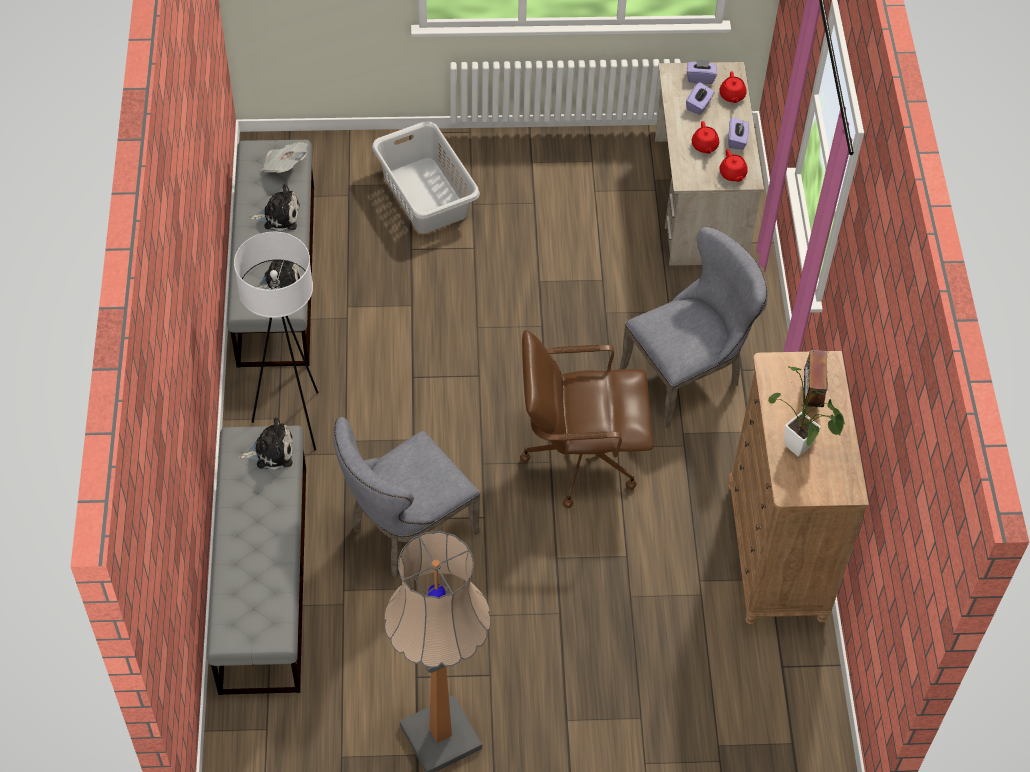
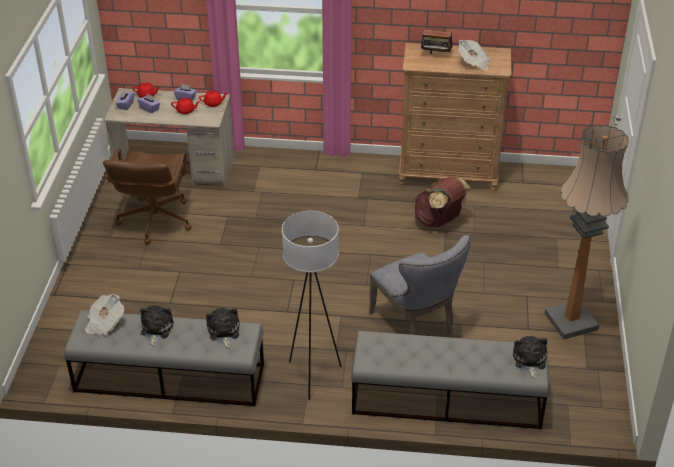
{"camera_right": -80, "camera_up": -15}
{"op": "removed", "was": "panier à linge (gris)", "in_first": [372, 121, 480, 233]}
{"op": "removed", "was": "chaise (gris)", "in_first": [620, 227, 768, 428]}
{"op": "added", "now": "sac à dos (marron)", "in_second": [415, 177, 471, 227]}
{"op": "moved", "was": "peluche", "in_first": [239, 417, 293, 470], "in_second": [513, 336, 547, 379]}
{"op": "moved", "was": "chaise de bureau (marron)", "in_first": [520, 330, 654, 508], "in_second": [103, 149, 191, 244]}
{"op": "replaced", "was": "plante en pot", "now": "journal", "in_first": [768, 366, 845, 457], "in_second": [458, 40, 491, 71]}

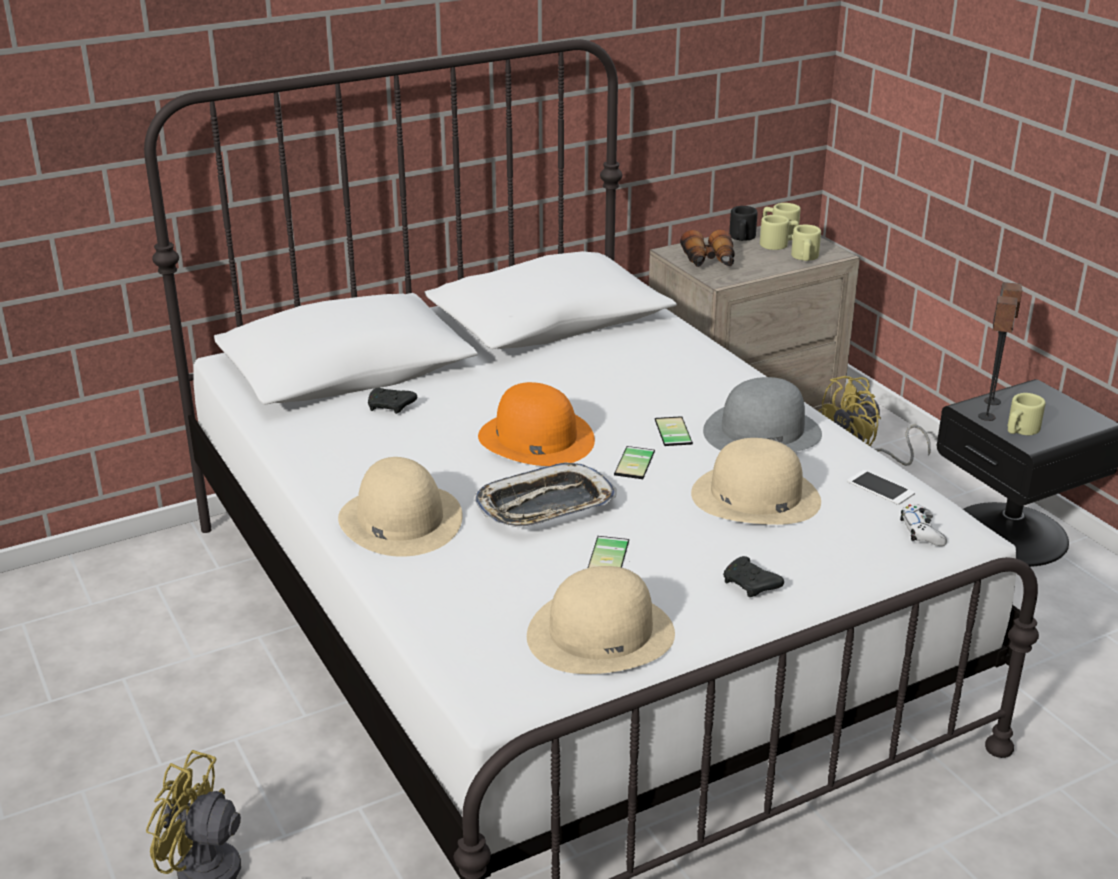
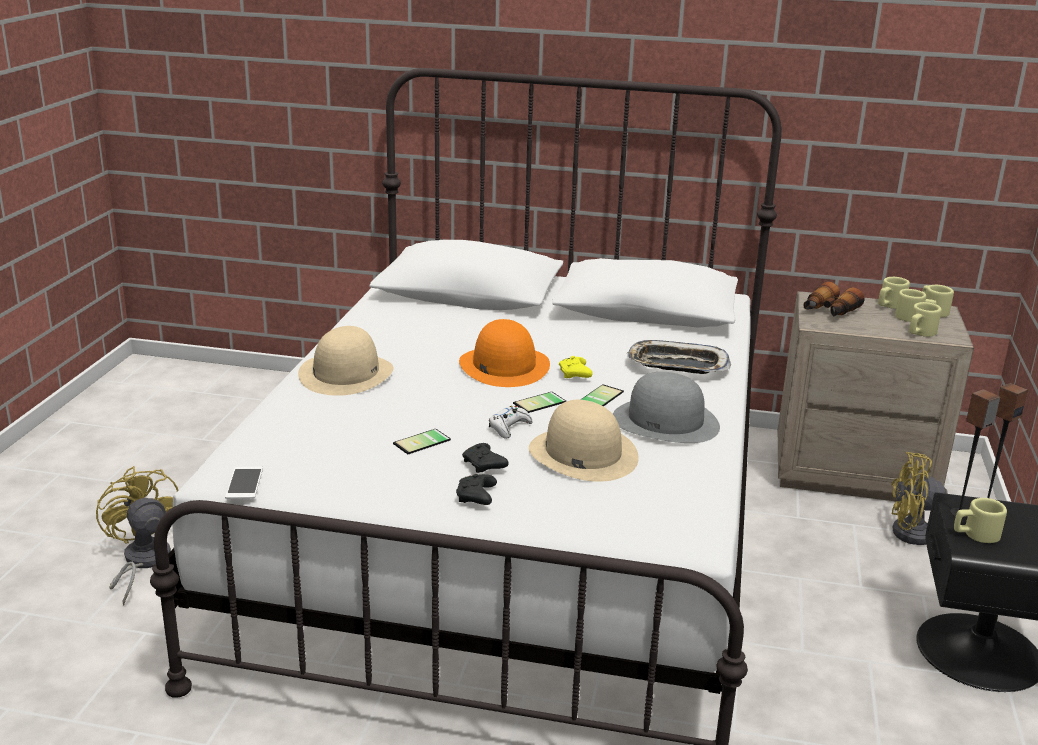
{"camera_right": 40, "camera_up": -5}
{"op": "removed", "was": "chapeau (beige)", "in_first": [527, 566, 675, 674]}
{"op": "added", "now": "manette (jaune)", "in_second": [559, 356, 593, 378]}
{"op": "moved", "was": "manette (noir)", "in_first": [368, 388, 417, 414], "in_second": [462, 443, 509, 473]}
{"op": "moved", "was": "plateau", "in_first": [474, 462, 616, 528], "in_second": [627, 340, 731, 374]}
{"op": "moved", "was": "téléphone", "in_first": [847, 470, 915, 505], "in_second": [225, 467, 263, 499]}
{"op": "moved", "was": "manette (blanc)", "in_first": [900, 504, 947, 546], "in_second": [489, 406, 532, 439]}
{"op": "recoloured", "was": "mug (noir)", "now": "mug (beige)", "in_first": [729, 206, 757, 241], "in_second": [878, 277, 910, 309]}

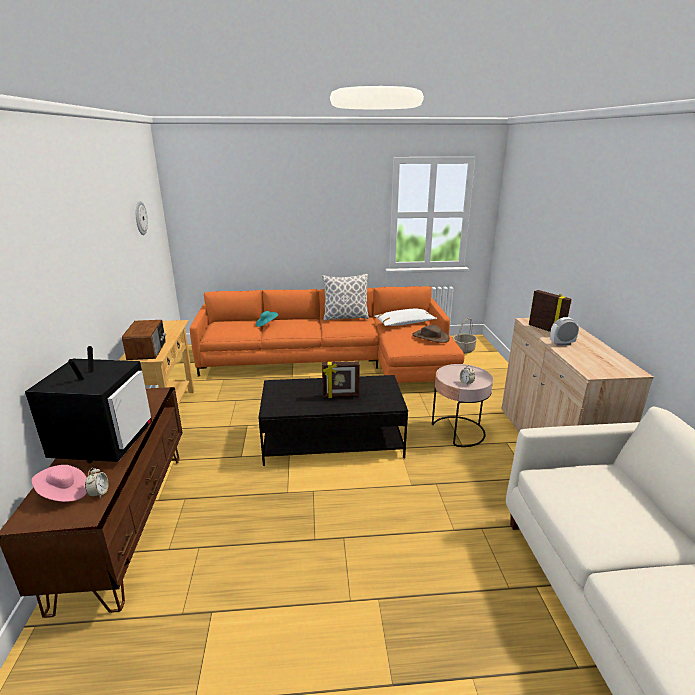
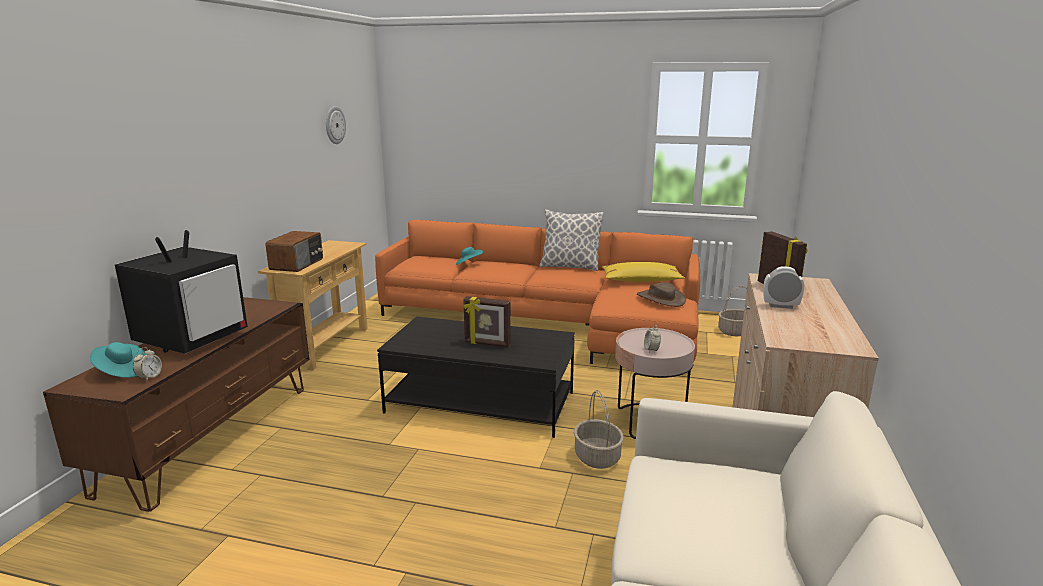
{"camera_right": 20, "camera_up": -5}
{"op": "added", "now": "panier", "in_second": [574, 390, 624, 469]}
{"op": "recoloured", "was": "chapeau (rose)", "now": "chapeau (turquoise)", "in_first": [32, 465, 87, 502], "in_second": [90, 342, 147, 378]}
{"op": "recoloured", "was": "coussin (blanc)", "now": "coussin (jaune)", "in_first": [375, 309, 437, 326], "in_second": [602, 262, 685, 282]}

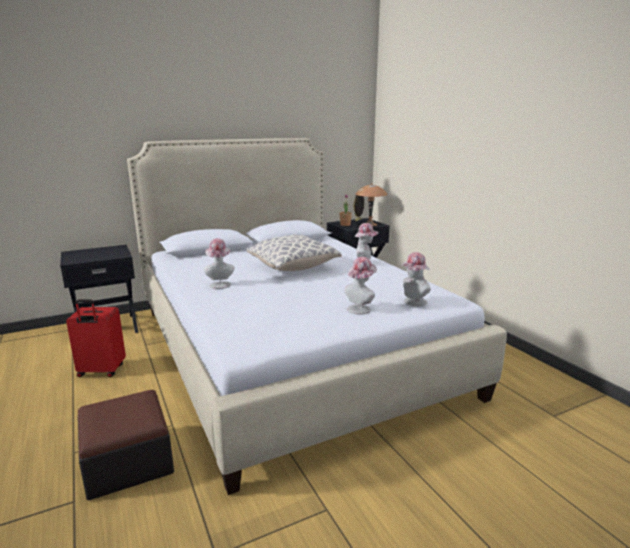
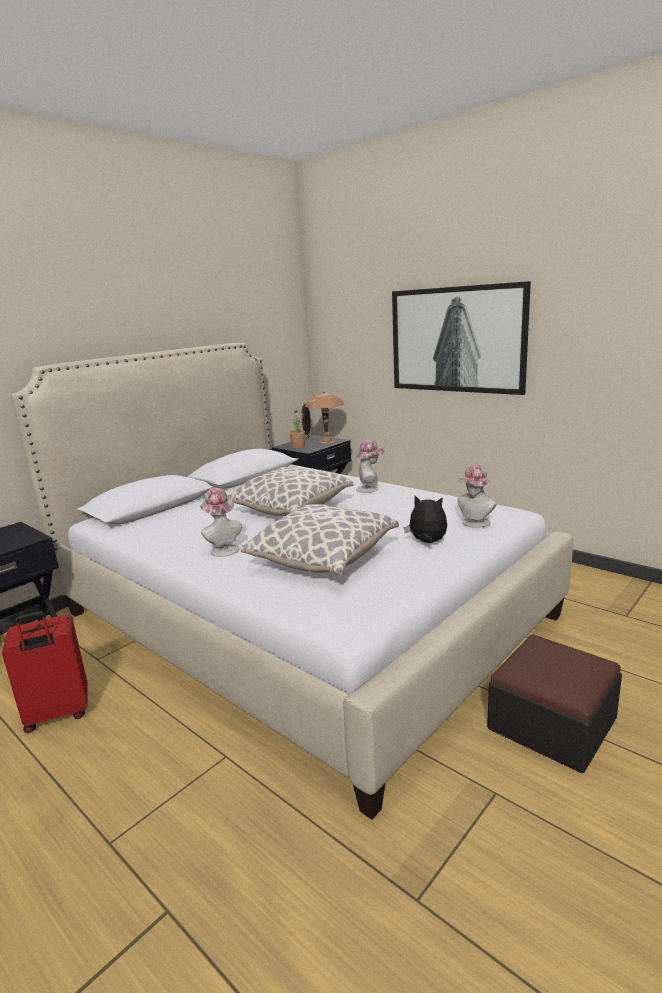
{"camera_right": -20, "camera_up": 0}
{"op": "added", "now": "coussin", "in_second": [240, 504, 399, 575]}
{"op": "added", "now": "tableau", "in_second": [392, 281, 531, 395]}
{"op": "moved", "was": "pouf", "in_first": [78, 390, 174, 500], "in_second": [487, 635, 622, 773]}
{"op": "replaced", "was": "chapeau", "now": "peluche", "in_first": [344, 257, 377, 314], "in_second": [404, 496, 447, 543]}

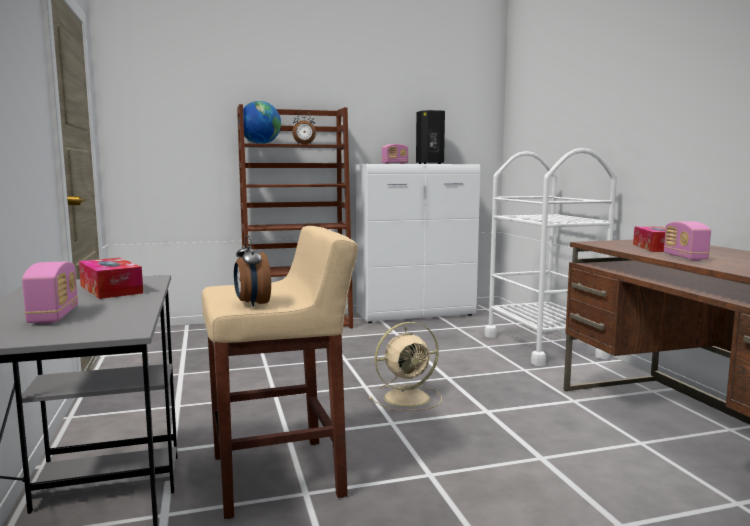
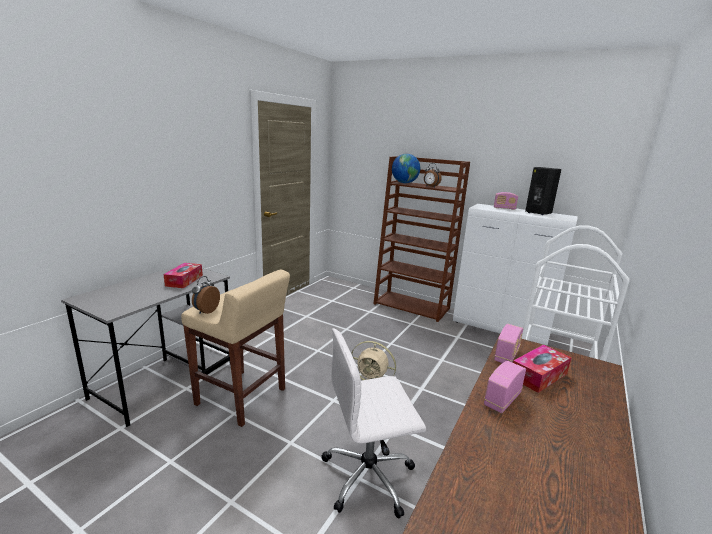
{"camera_right": 45, "camera_up": 10}
{"op": "added", "now": "chaise de bureau (blanc)", "in_second": [321, 328, 426, 519]}
{"op": "moved", "was": "radio", "in_first": [22, 262, 78, 324], "in_second": [494, 324, 523, 363]}

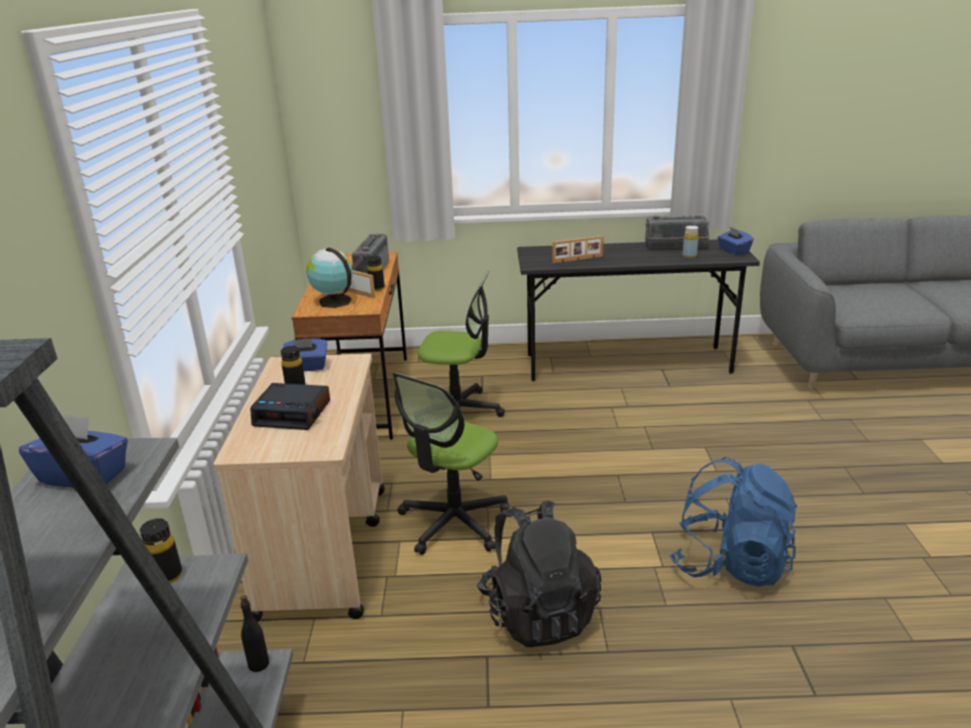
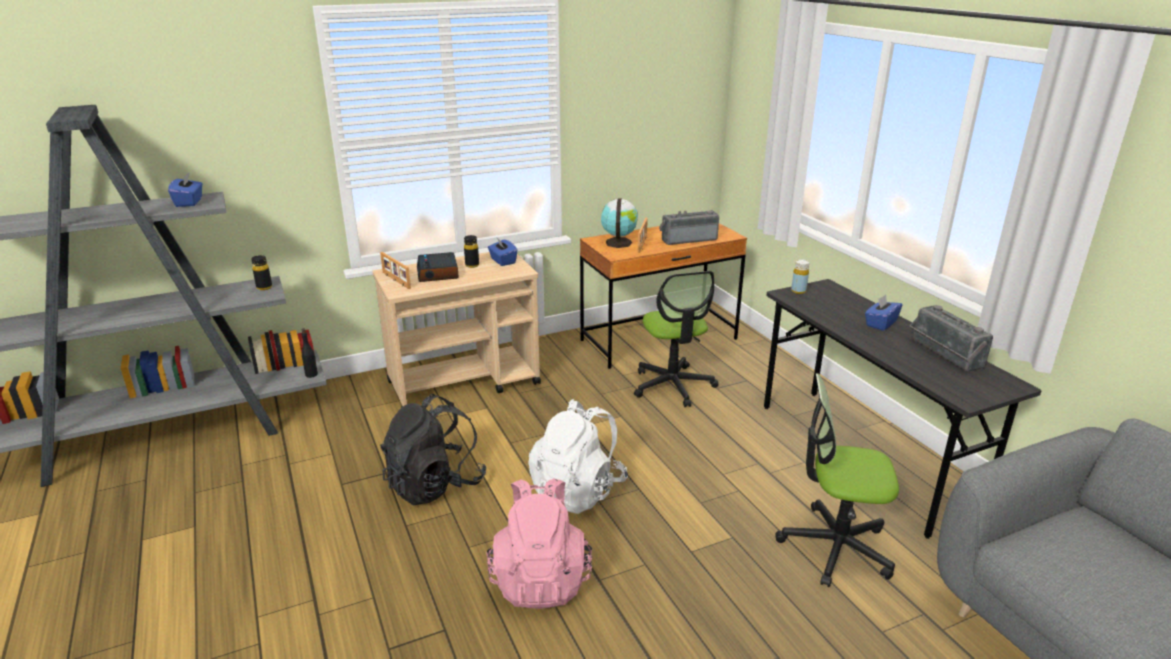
{"camera_right": 65, "camera_up": 0}
{"op": "removed", "was": "bouteille (noir)", "in_first": [367, 256, 385, 291]}
{"op": "added", "now": "sac à dos (blanc)", "in_second": [528, 399, 628, 514]}
{"op": "moved", "was": "chaise de bureau", "in_first": [393, 373, 509, 555], "in_second": [775, 373, 899, 587]}
{"op": "moved", "was": "cadre photo", "in_first": [552, 236, 604, 263], "in_second": [380, 252, 411, 289]}
{"op": "moved", "was": "bouteille (jaune)", "in_first": [682, 225, 698, 258], "in_second": [791, 259, 809, 294]}
{"op": "moved", "was": "boîte à mouchoirs (bleu)", "in_first": [717, 227, 754, 256], "in_second": [865, 295, 902, 331]}
{"op": "recoloured", "was": "sac à dos (bleu)", "now": "sac à dos (rose)", "in_first": [670, 457, 797, 587], "in_second": [486, 478, 592, 609]}

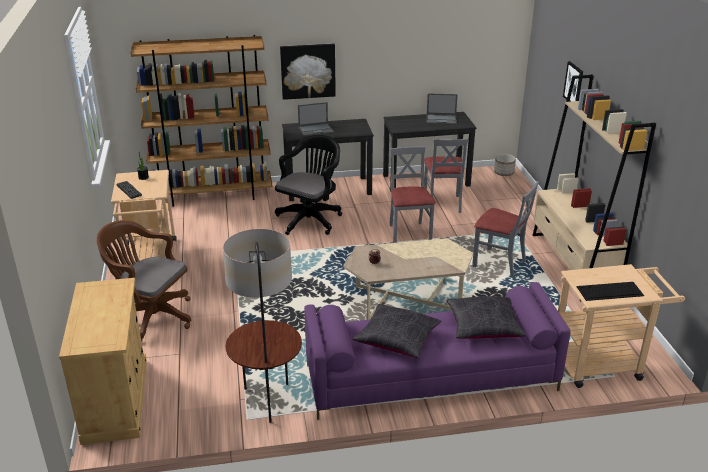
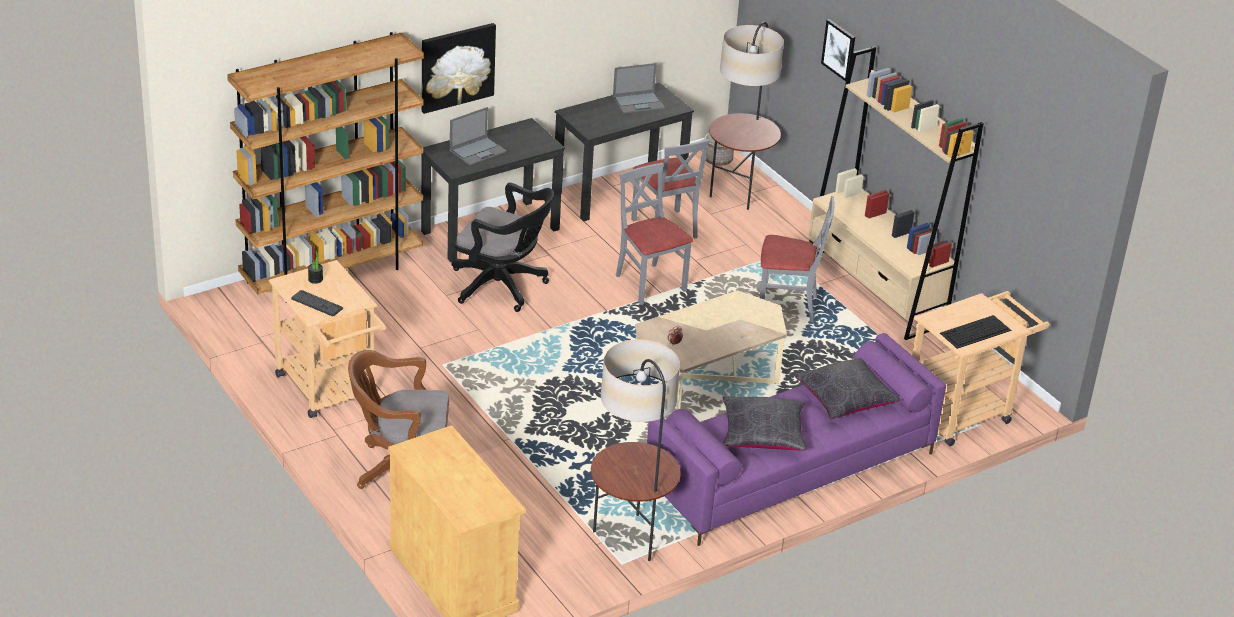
{"camera_right": -25, "camera_up": 5}
{"op": "added", "now": "lampadaire", "in_second": [709, 22, 784, 210]}
{"op": "turned", "was": "chaise de bureau (noir)", "in_first": [275, 135, 342, 235], "in_second": [452, 183, 554, 312], "clockwise": 105}

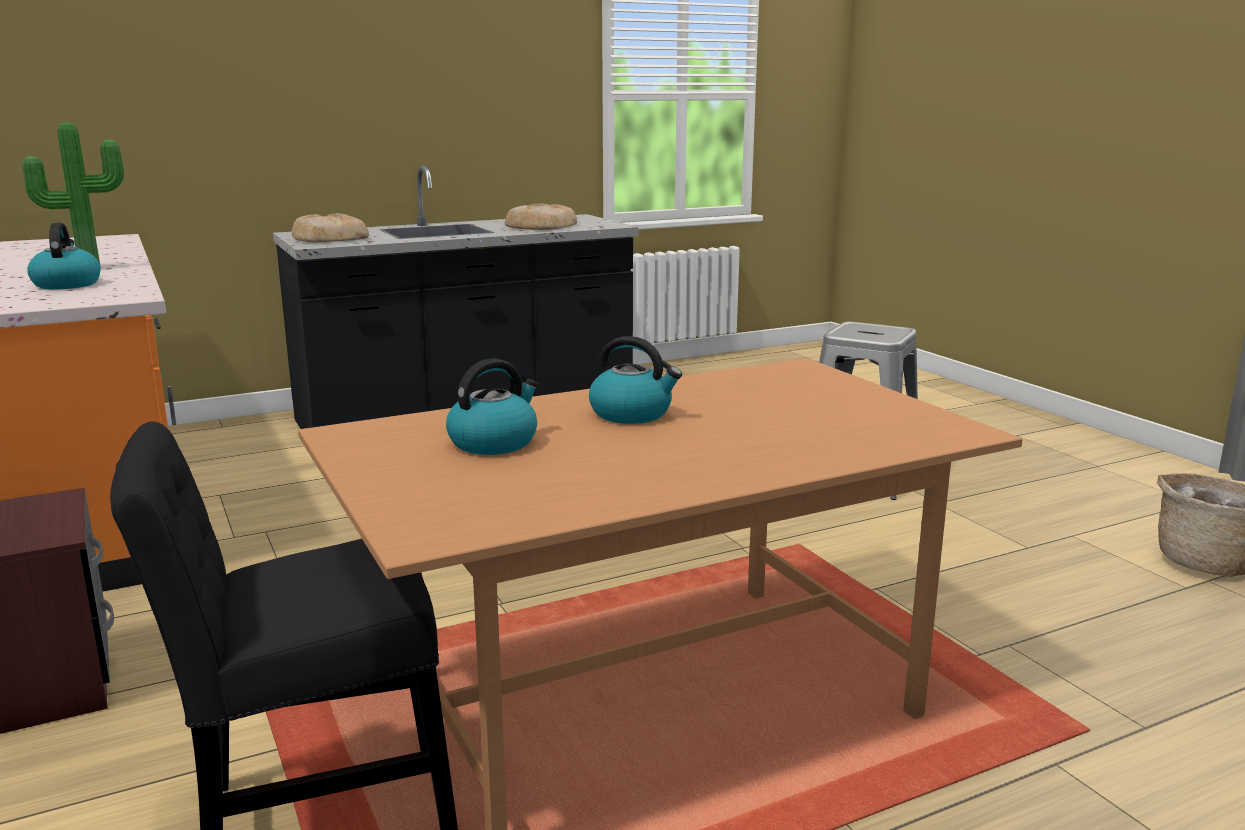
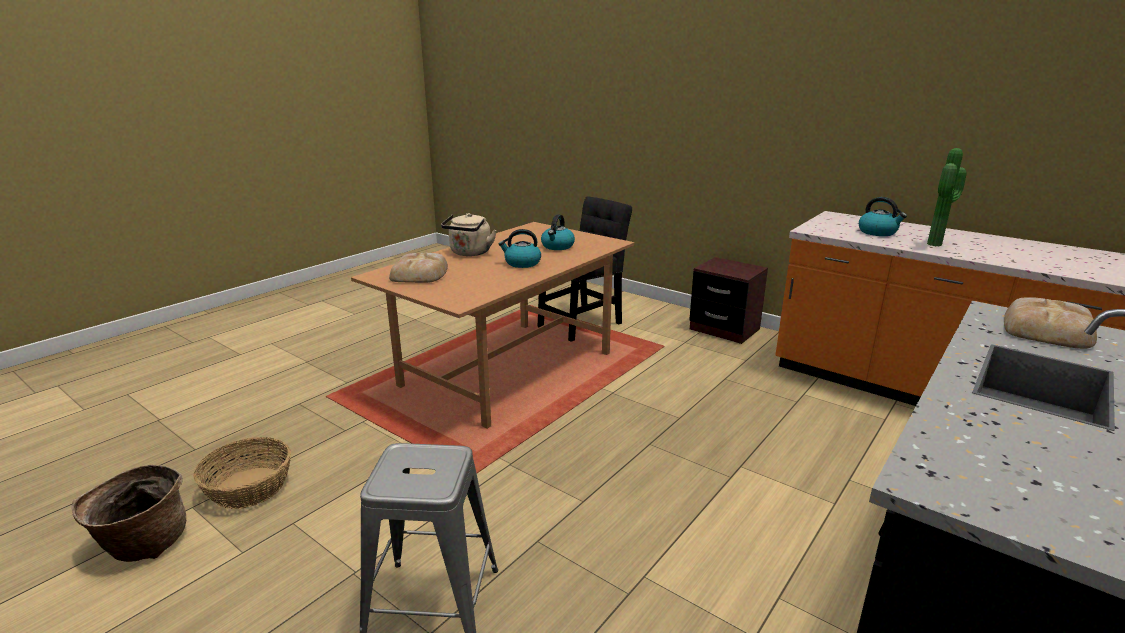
{"camera_right": 155, "camera_up": 5}
{"op": "added", "now": "panier", "in_second": [194, 437, 291, 509]}
{"op": "added", "now": "bouilloire (beige)", "in_second": [441, 213, 497, 256]}
{"op": "moved", "was": "pain", "in_first": [505, 203, 577, 230], "in_second": [389, 253, 448, 283]}

